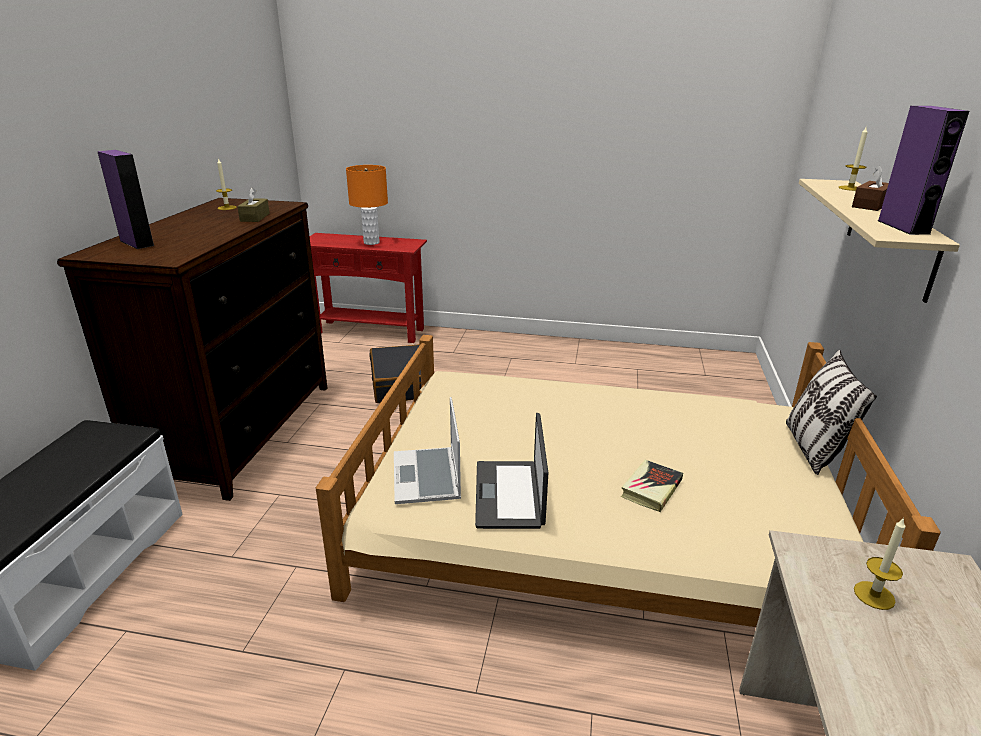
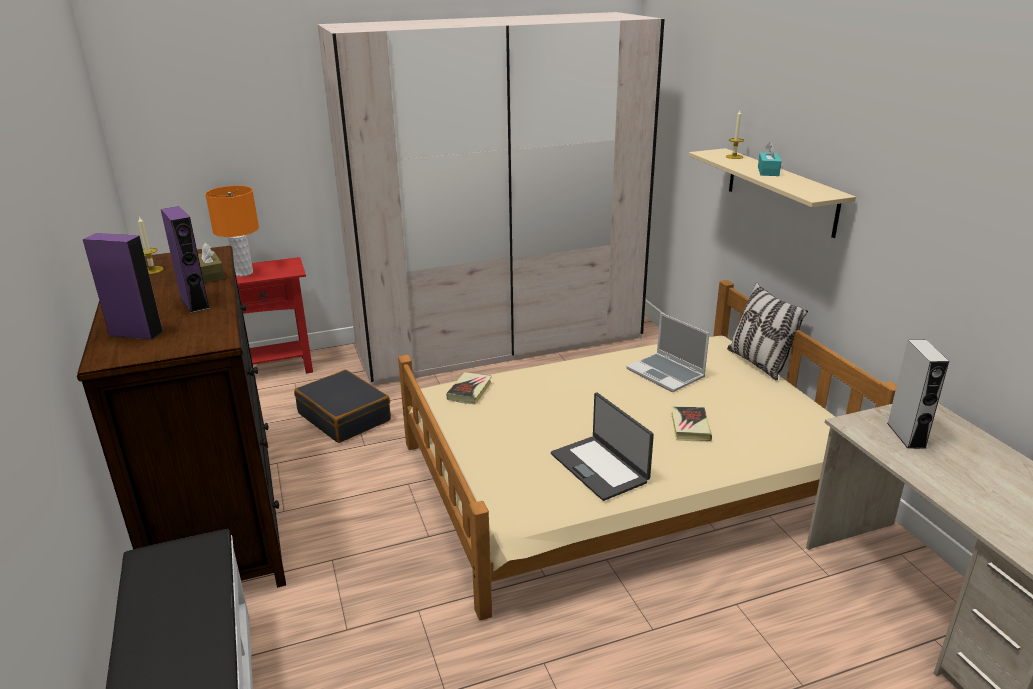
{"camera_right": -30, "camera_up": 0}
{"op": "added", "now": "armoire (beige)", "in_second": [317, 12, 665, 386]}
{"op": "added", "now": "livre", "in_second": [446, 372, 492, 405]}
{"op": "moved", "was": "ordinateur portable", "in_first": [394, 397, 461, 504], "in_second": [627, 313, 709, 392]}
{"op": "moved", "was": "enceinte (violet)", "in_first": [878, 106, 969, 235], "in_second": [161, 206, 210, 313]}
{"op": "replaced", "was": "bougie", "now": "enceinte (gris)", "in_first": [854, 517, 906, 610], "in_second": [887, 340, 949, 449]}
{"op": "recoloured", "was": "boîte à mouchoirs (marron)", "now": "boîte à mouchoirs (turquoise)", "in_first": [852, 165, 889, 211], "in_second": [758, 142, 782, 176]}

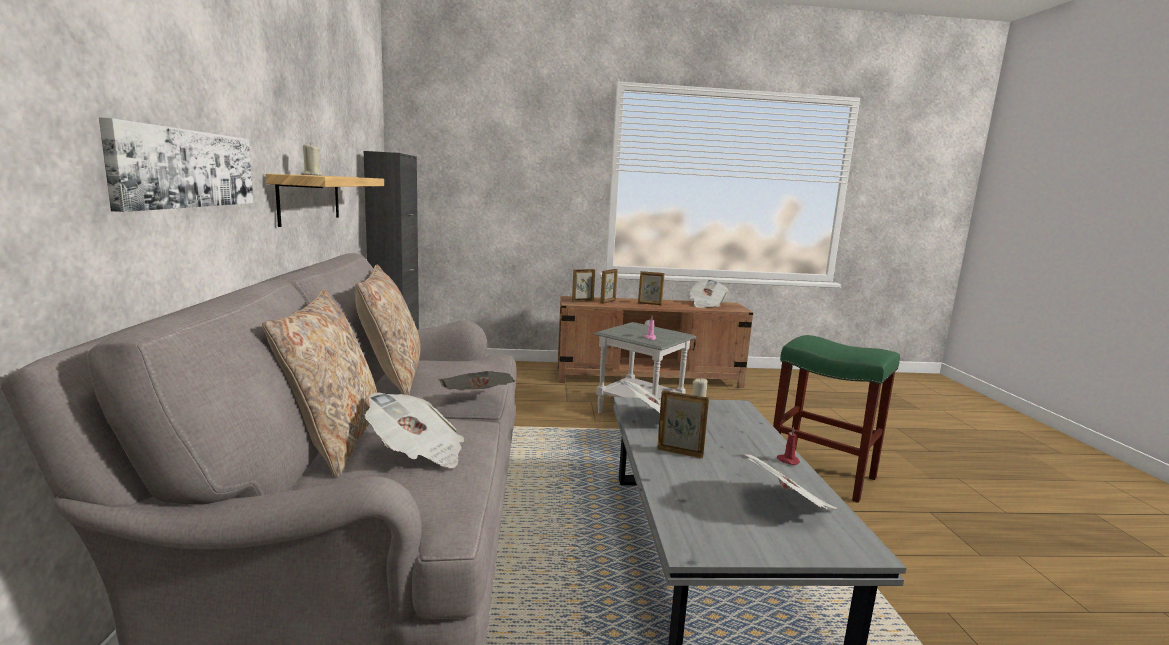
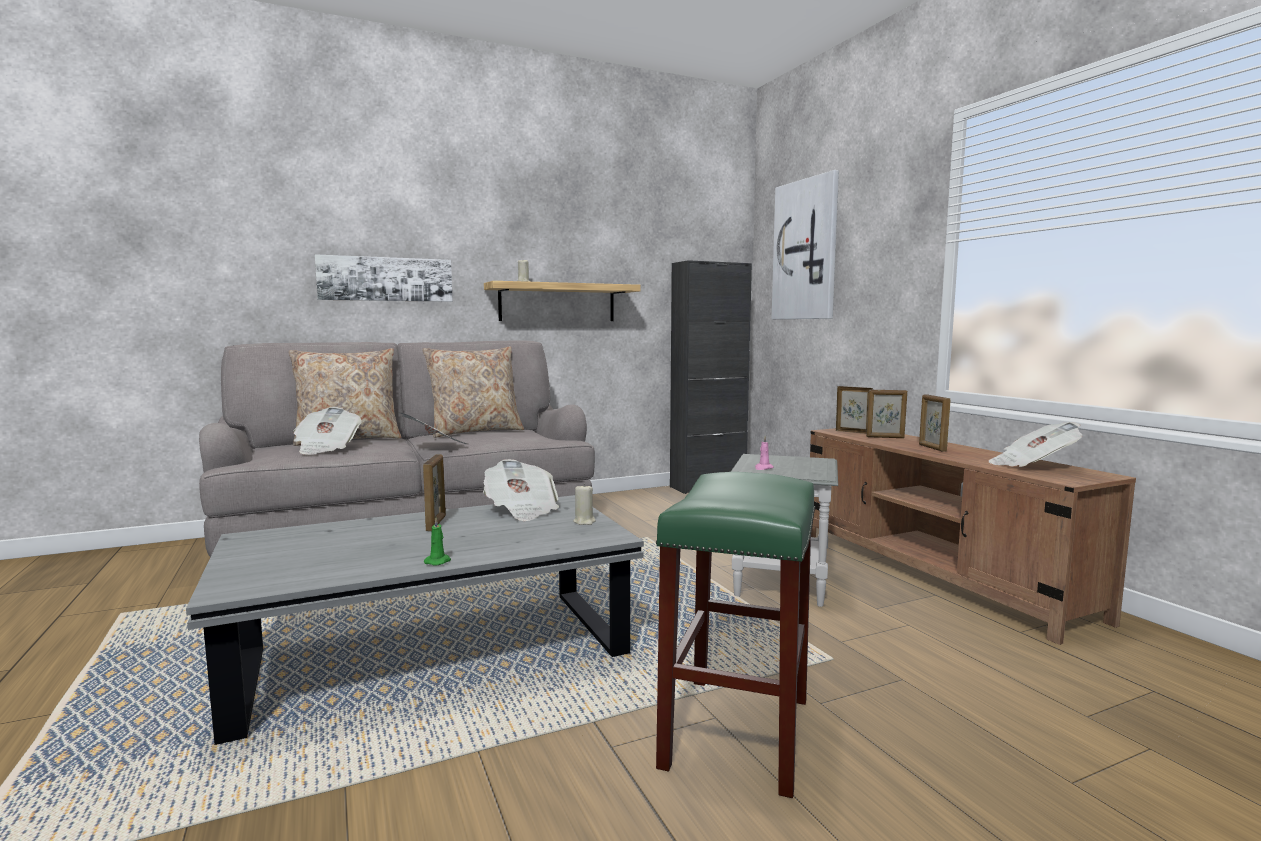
{"camera_right": 70, "camera_up": -5}
{"op": "removed", "was": "journal", "in_first": [744, 454, 837, 510]}
{"op": "added", "now": "tableau", "in_second": [771, 170, 839, 319]}
{"op": "recoloured", "was": "bougie (rouge)", "now": "bougie (vert)", "in_first": [777, 426, 800, 465], "in_second": [424, 517, 451, 566]}

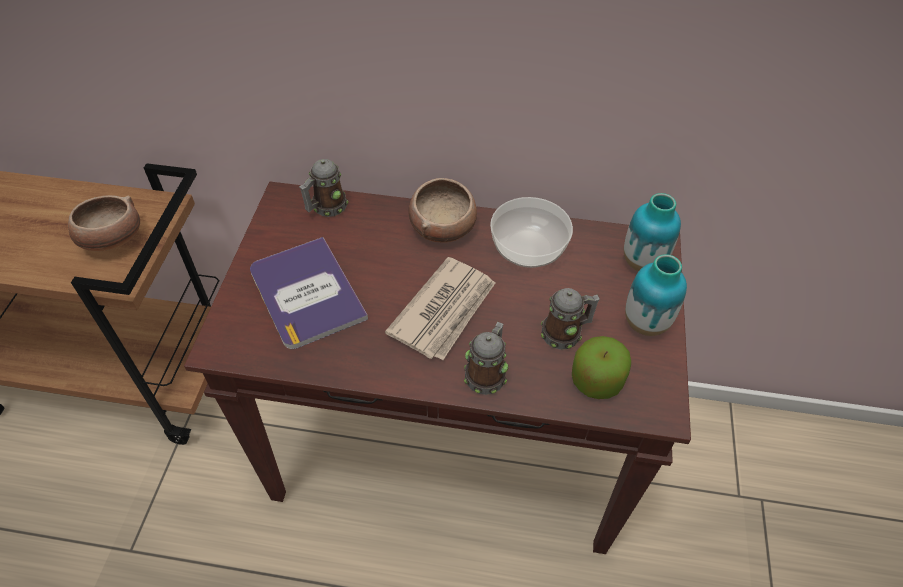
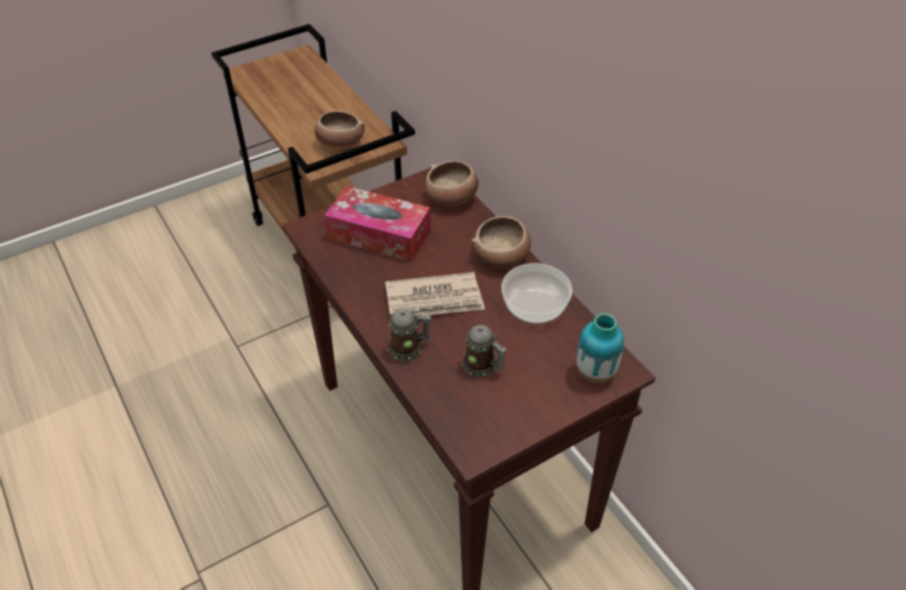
{"camera_right": 50, "camera_up": -5}
{"op": "removed", "was": "pomme", "in_first": [572, 336, 631, 399]}
{"op": "removed", "was": "vase", "in_first": [625, 254, 687, 336]}
{"op": "replaced", "was": "livre", "now": "boîte à mouchoirs", "in_first": [250, 237, 368, 349], "in_second": [325, 186, 431, 262]}
{"op": "replaced", "was": "mug", "now": "bol", "in_first": [299, 159, 348, 217], "in_second": [425, 161, 478, 206]}

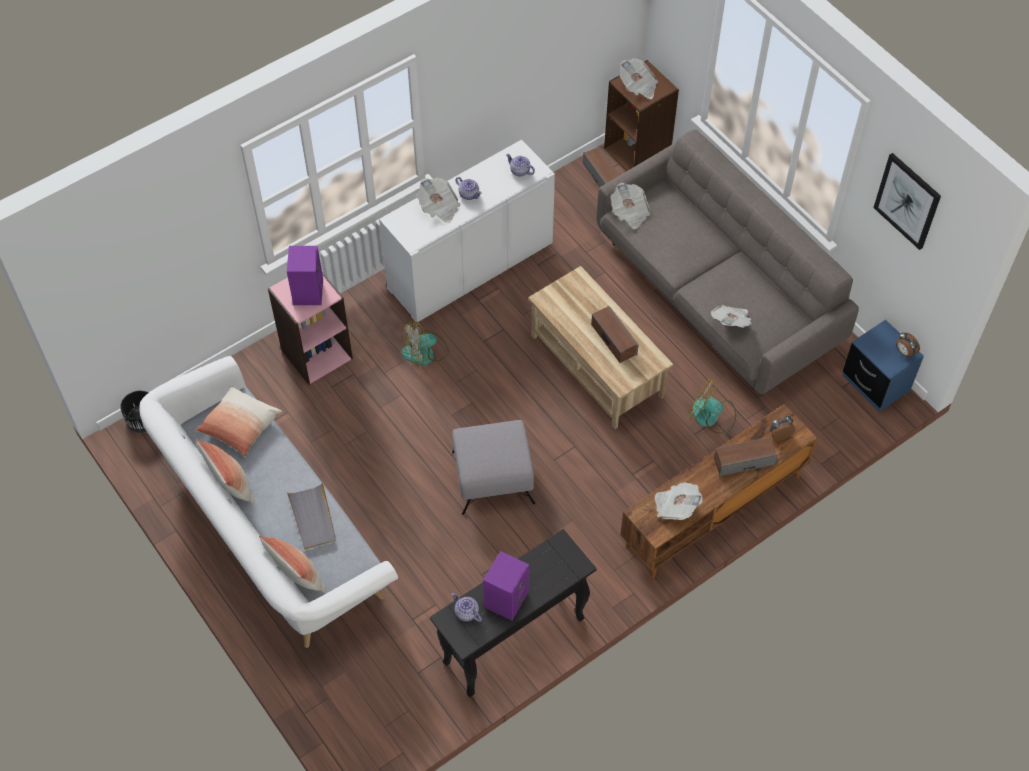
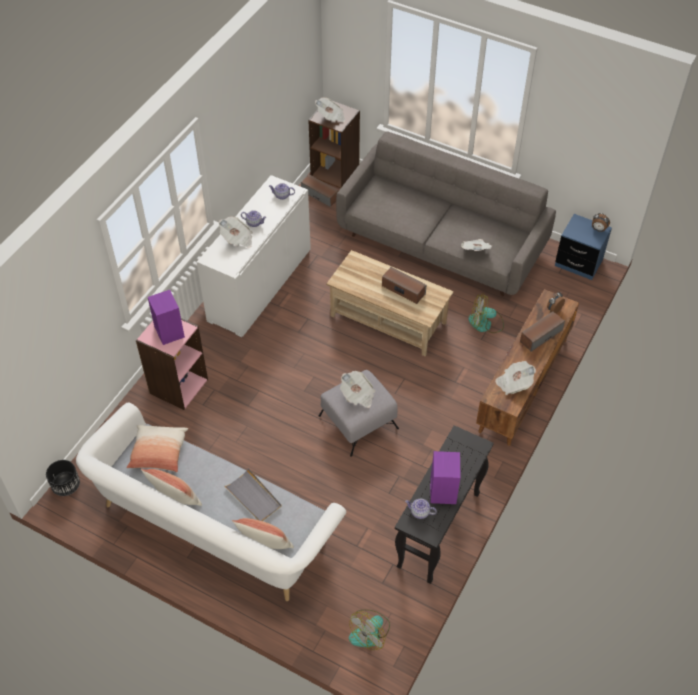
{"camera_right": -25, "camera_up": -5}
{"op": "removed", "was": "tableau", "in_first": [873, 153, 941, 250]}
{"op": "moved", "was": "ventilateur", "in_first": [402, 320, 449, 366], "in_second": [349, 609, 390, 650]}
{"op": "moved", "was": "journal", "in_first": [610, 183, 650, 229], "in_second": [340, 371, 375, 408]}

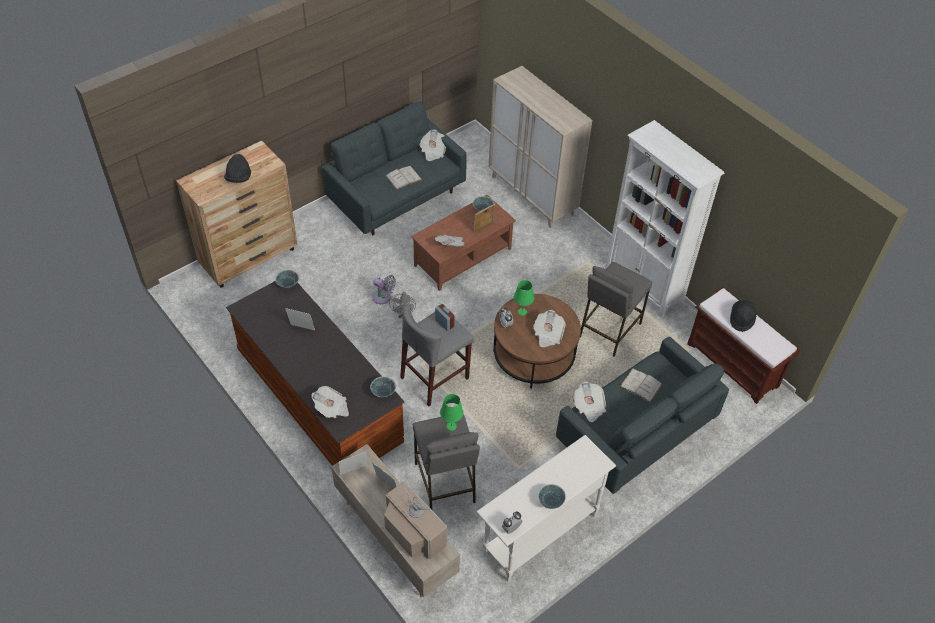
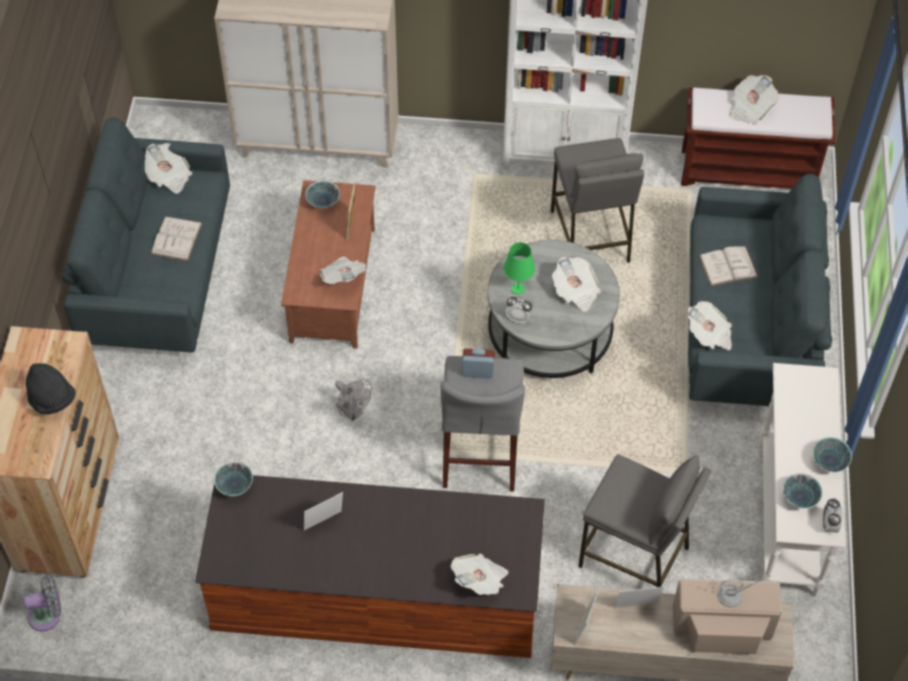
{"camera_right": -45, "camera_up": 5}
{"op": "removed", "was": "lampe de table (vert)", "in_first": [440, 394, 463, 431]}
{"op": "moved", "was": "bol", "in_first": [370, 376, 396, 397], "in_second": [783, 473, 823, 509]}
{"op": "moved", "was": "ventilateur (gris)", "in_first": [372, 275, 396, 304], "in_second": [23, 575, 61, 632]}
{"op": "replaced", "was": "chapeau (noir)", "now": "journal", "in_first": [730, 300, 757, 332], "in_second": [729, 75, 778, 124]}
{"op": "recoloured", "was": "table basse (marron)", "now": "table basse (gris)", "in_first": [493, 294, 581, 388], "in_second": [488, 240, 620, 378]}

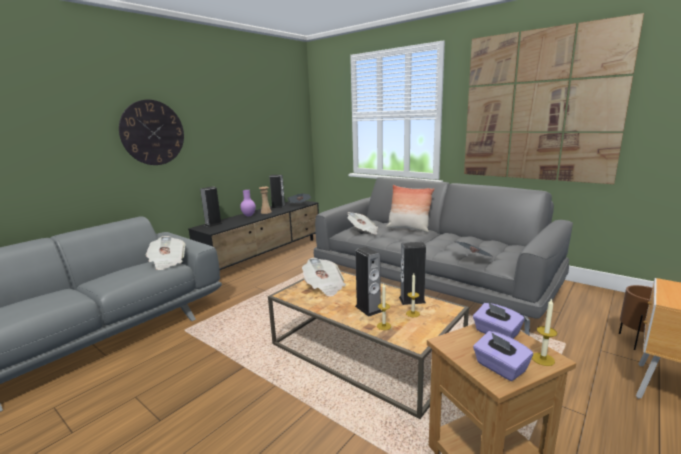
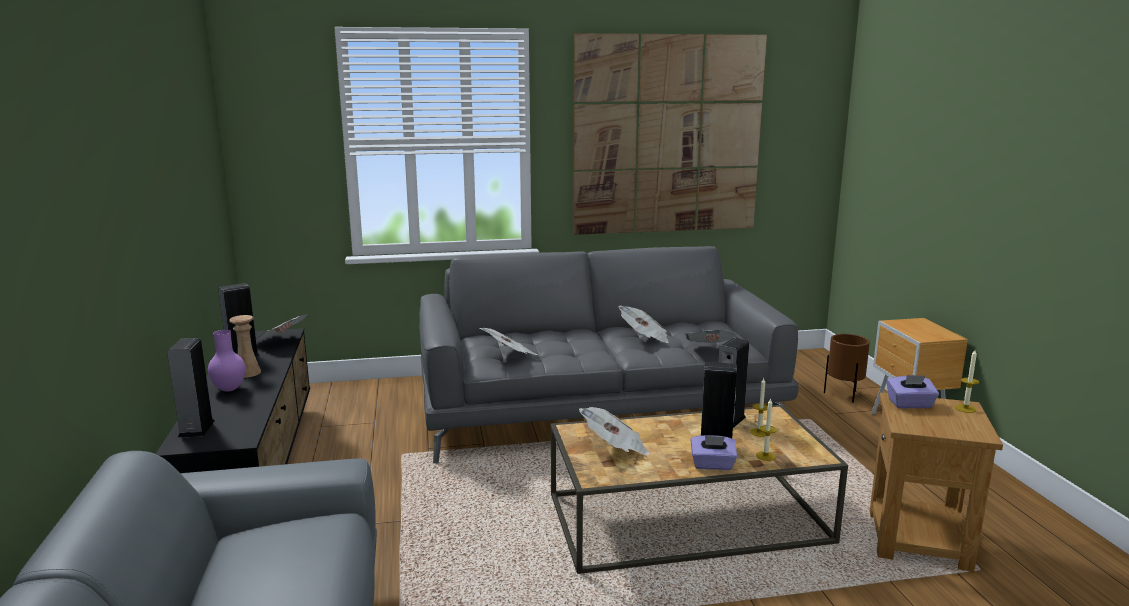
{"camera_right": -50, "camera_up": 0}
{"op": "removed", "was": "horloge murale", "in_first": [119, 100, 184, 165]}
{"op": "removed", "was": "coussin", "in_first": [386, 185, 435, 232]}
{"op": "moved", "was": "journal", "in_first": [146, 236, 186, 270], "in_second": [618, 305, 668, 343]}
{"op": "moved", "was": "boîte à mouchoirs (violet)", "in_first": [473, 331, 533, 381], "in_second": [691, 435, 737, 470]}

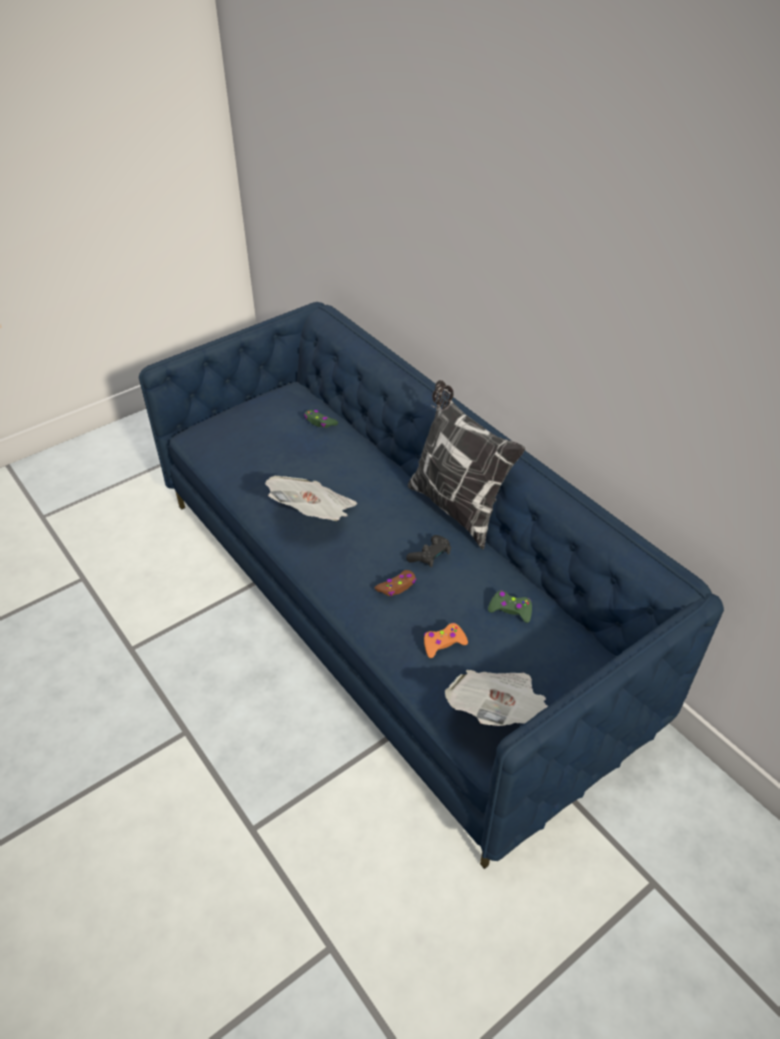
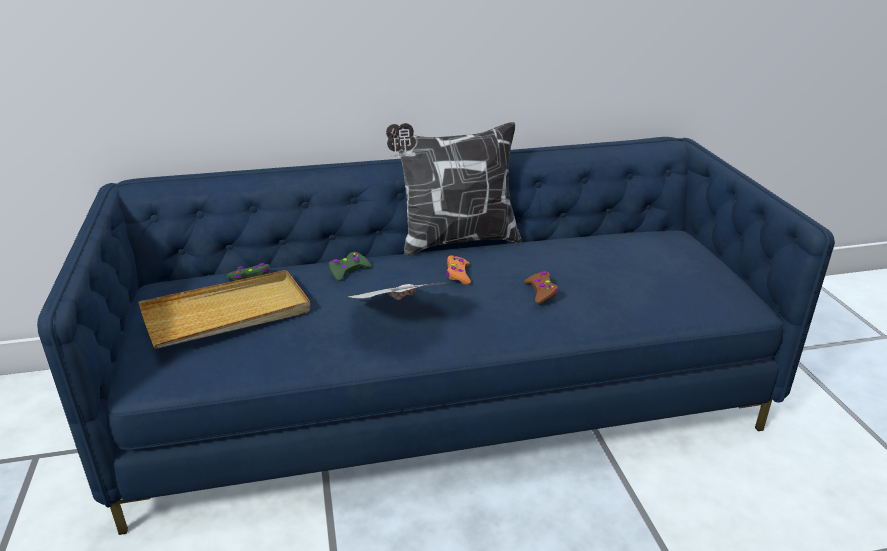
{"camera_right": -65, "camera_up": -15}
{"op": "removed", "was": "manette (noir)", "in_first": [406, 535, 451, 567]}
{"op": "removed", "was": "journal", "in_first": [445, 670, 548, 726]}
{"op": "added", "now": "plateau (beige)", "in_second": [138, 270, 311, 349]}
{"op": "moved", "was": "manette (orange)", "in_first": [424, 623, 468, 658], "in_second": [446, 255, 471, 285]}
{"op": "moved", "was": "manette (vert)", "in_first": [488, 590, 532, 623], "in_second": [328, 252, 371, 281]}

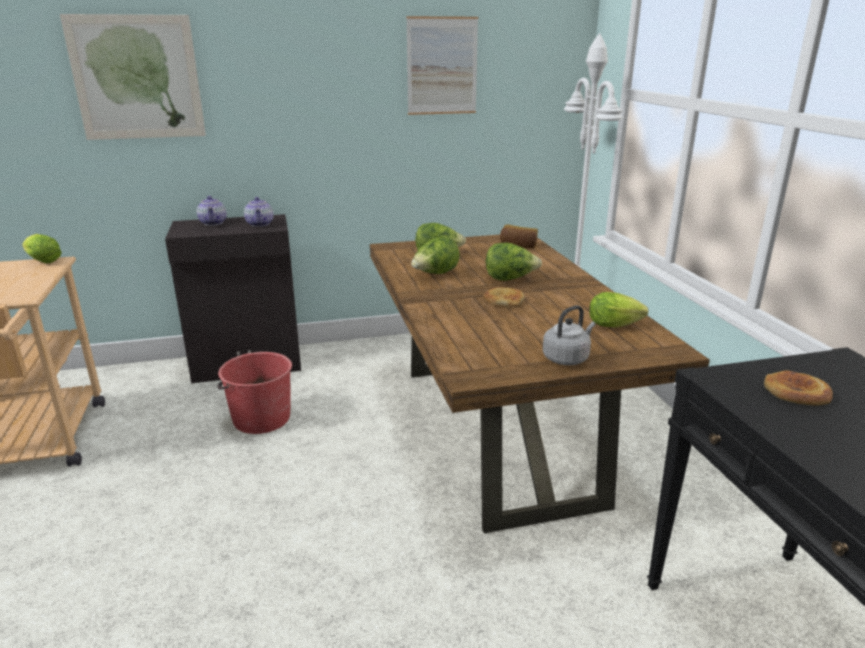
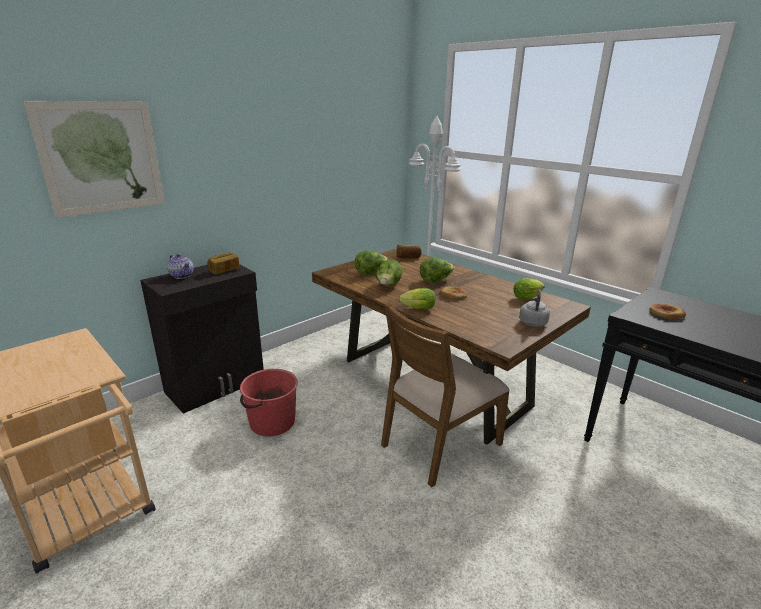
{"camera_right": -30, "camera_up": 0}
{"op": "removed", "was": "tableau", "in_first": [406, 16, 478, 115]}
{"op": "added", "now": "chaise (marron)", "in_second": [381, 303, 510, 487]}
{"op": "moved", "was": "laitue", "in_first": [22, 234, 62, 263], "in_second": [399, 288, 436, 310]}
{"op": "replaced", "was": "théière", "now": "pain", "in_first": [244, 197, 273, 227], "in_second": [207, 253, 240, 274]}

